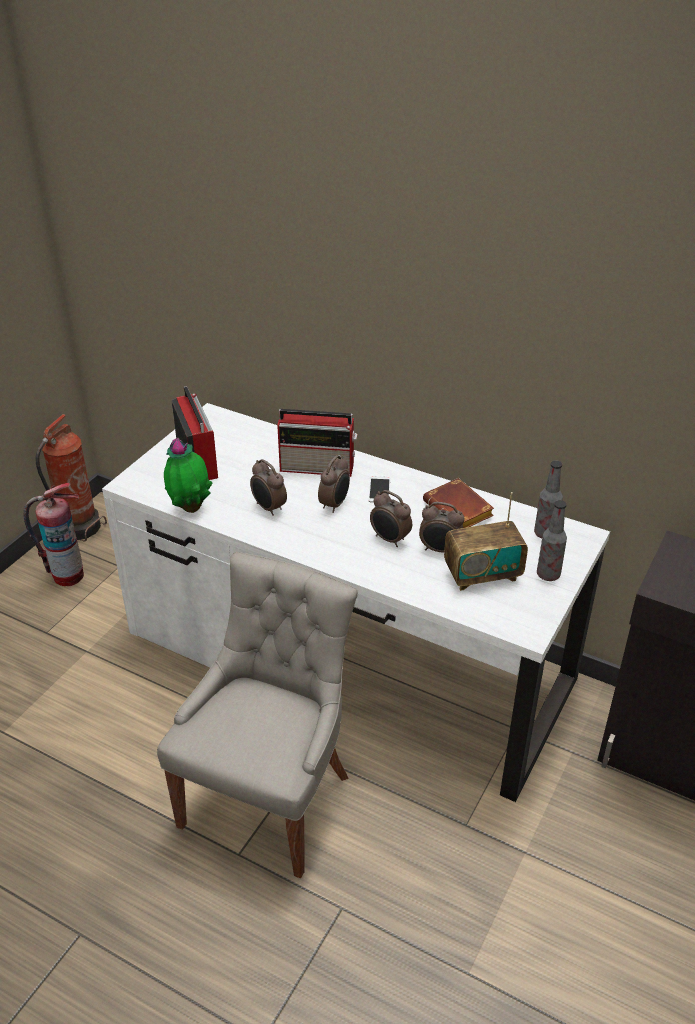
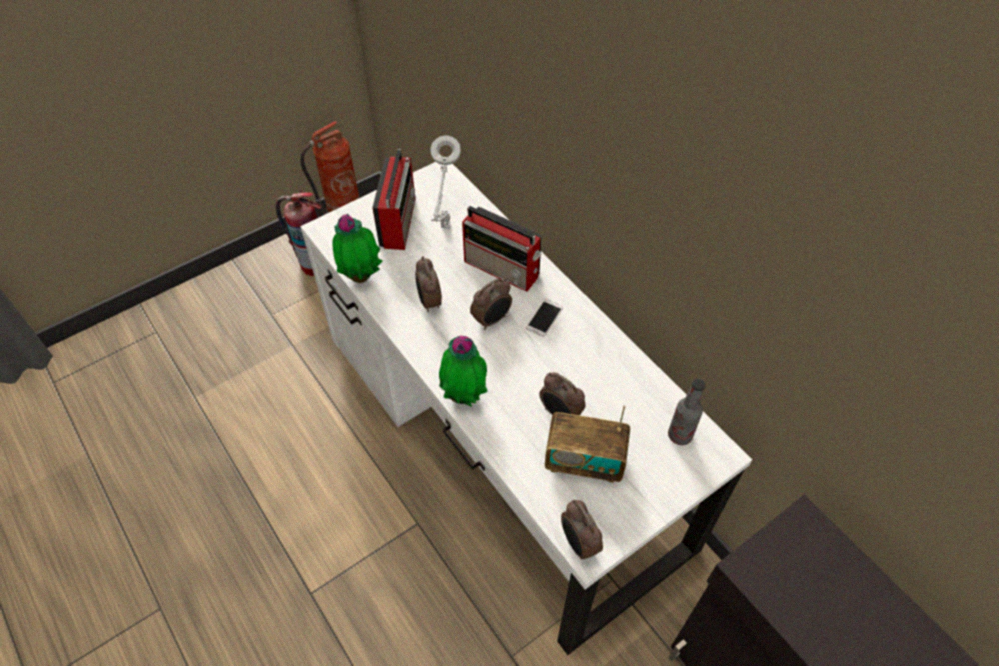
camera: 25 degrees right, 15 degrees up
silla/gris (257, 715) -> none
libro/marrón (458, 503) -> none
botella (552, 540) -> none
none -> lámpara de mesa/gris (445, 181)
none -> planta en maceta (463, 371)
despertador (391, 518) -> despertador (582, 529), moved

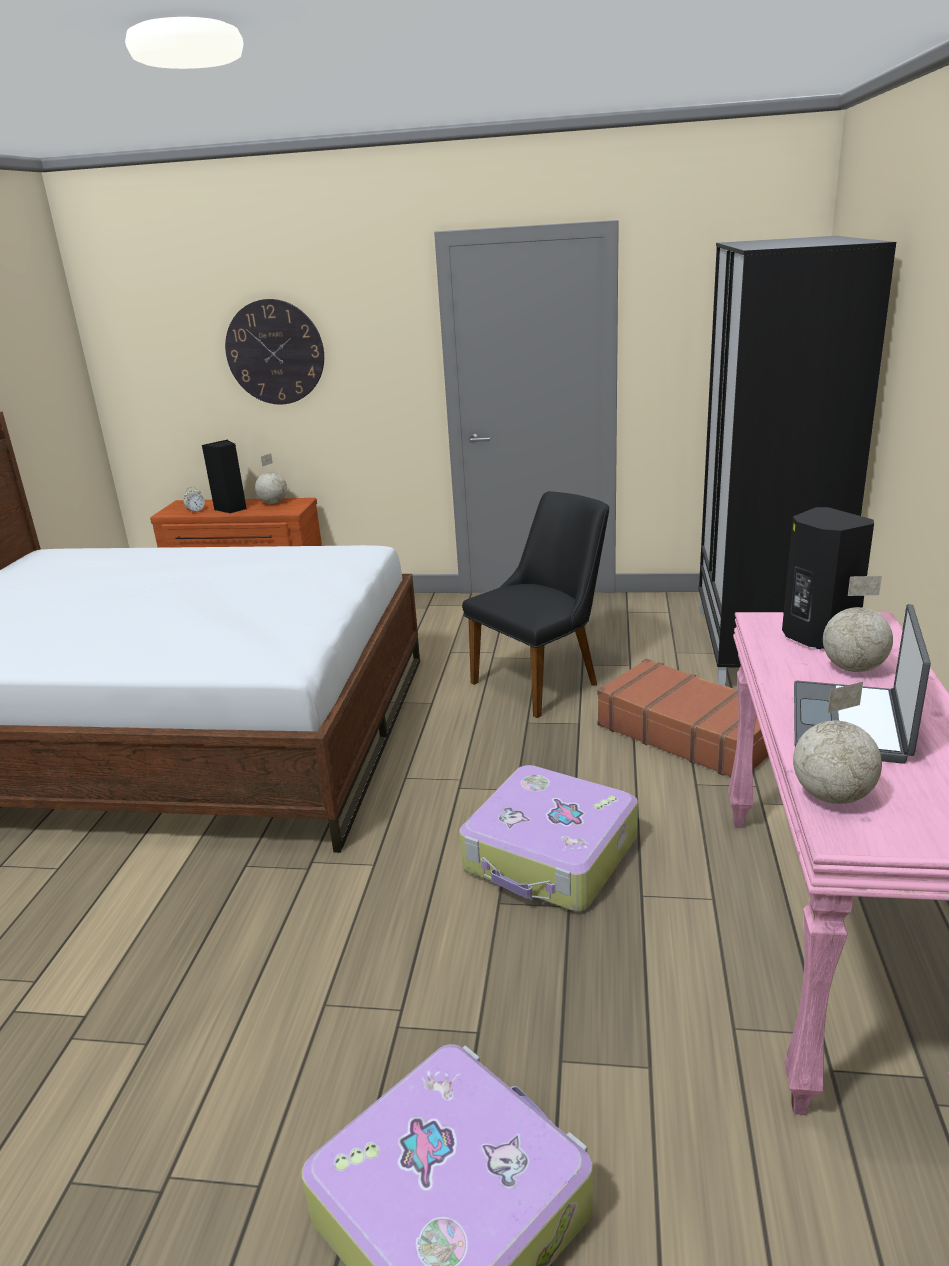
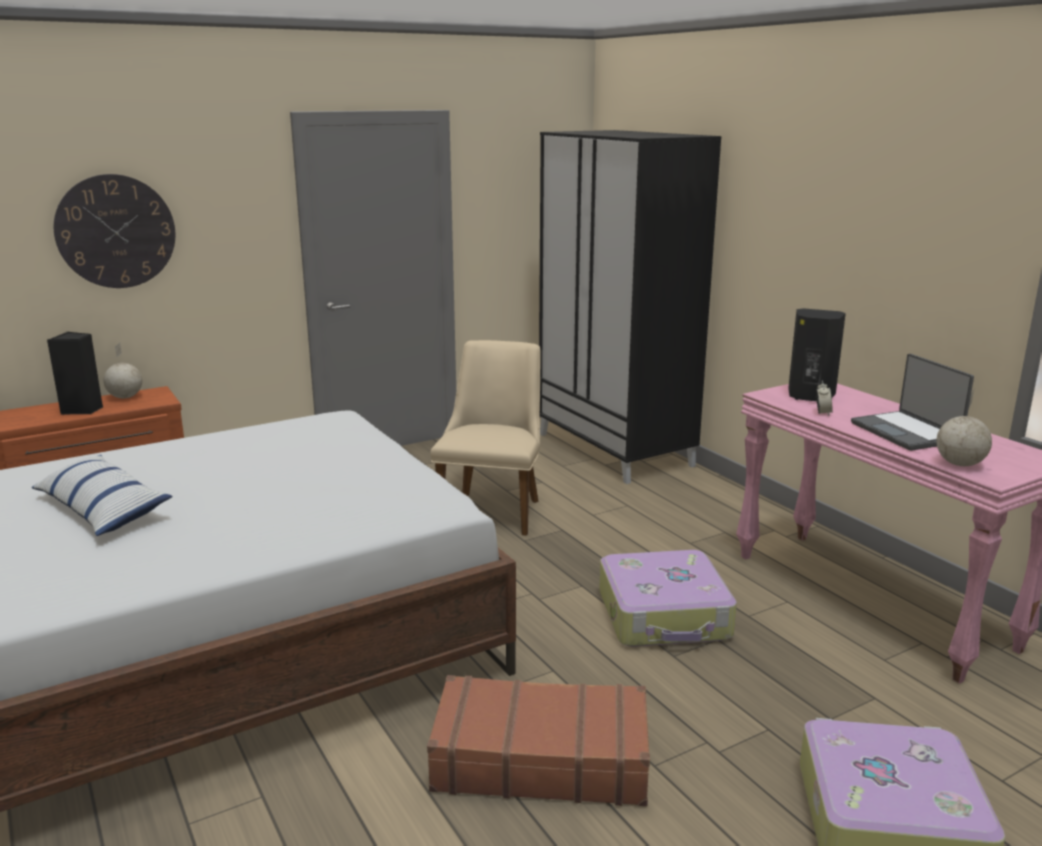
camera: 40 degrees left, 5 degrees down
globo terráqueo (858, 624) -> none
none -> cojín (102, 495)
despertador (194, 500) -> despertador (824, 398), moved
maleta/marrón (682, 718) -> maleta/marrón (538, 740), moved
silla/negro (535, 604) -> silla/beis (485, 438)

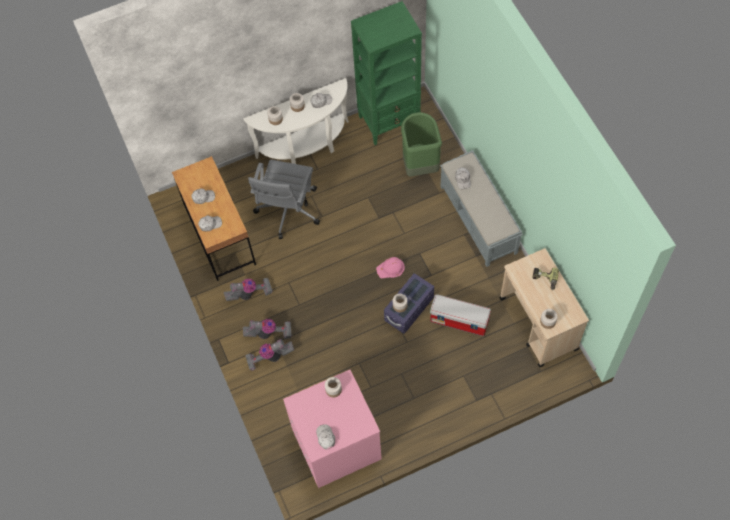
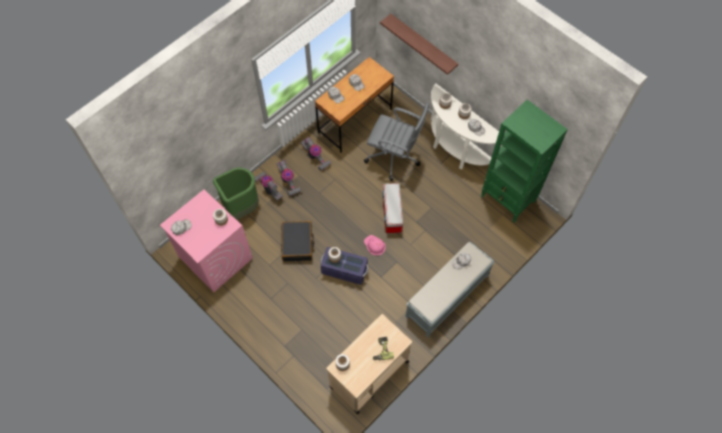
camera: 65 degrees right, 0 degrees up
none -> maleta/negro (297, 241)
none -> estante (419, 44)
papelera/verde (421, 144) -> papelera/verde (236, 193), moved
caja de almacenaje (460, 315) -> caja de almacenaje (393, 208), moved
silla de oficina/gris (284, 199) -> silla de oficina/gris (396, 142), 150 degrees counterclockwise

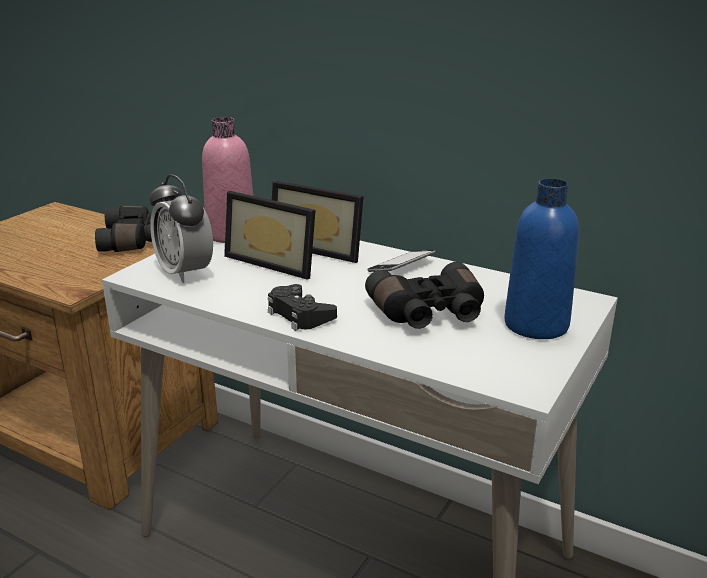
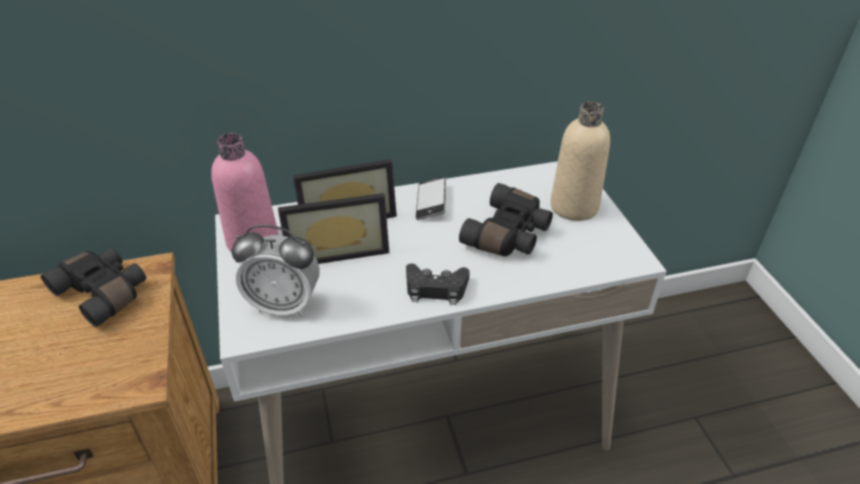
camera: 45 degrees left, 15 degrees up
botella/azul (541, 258) -> botella/beis (580, 161)

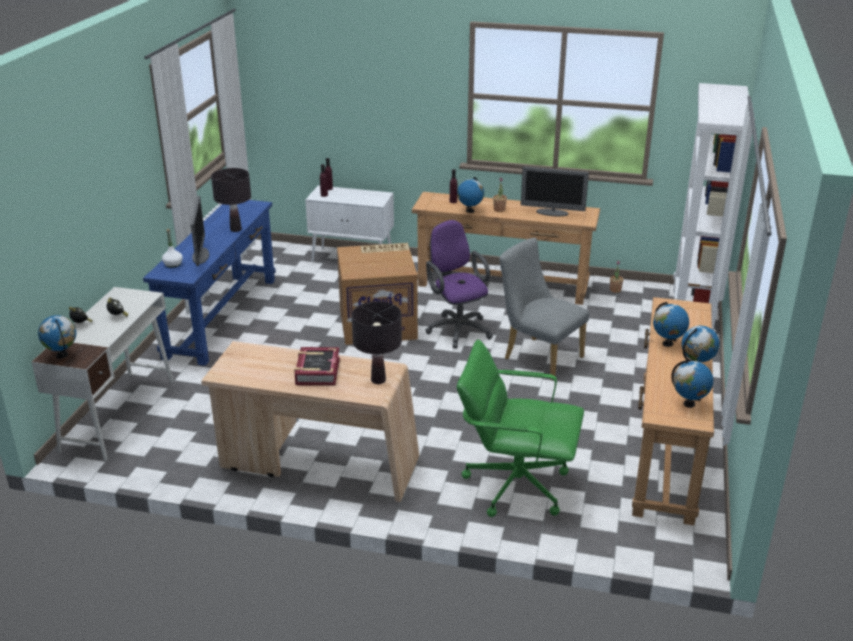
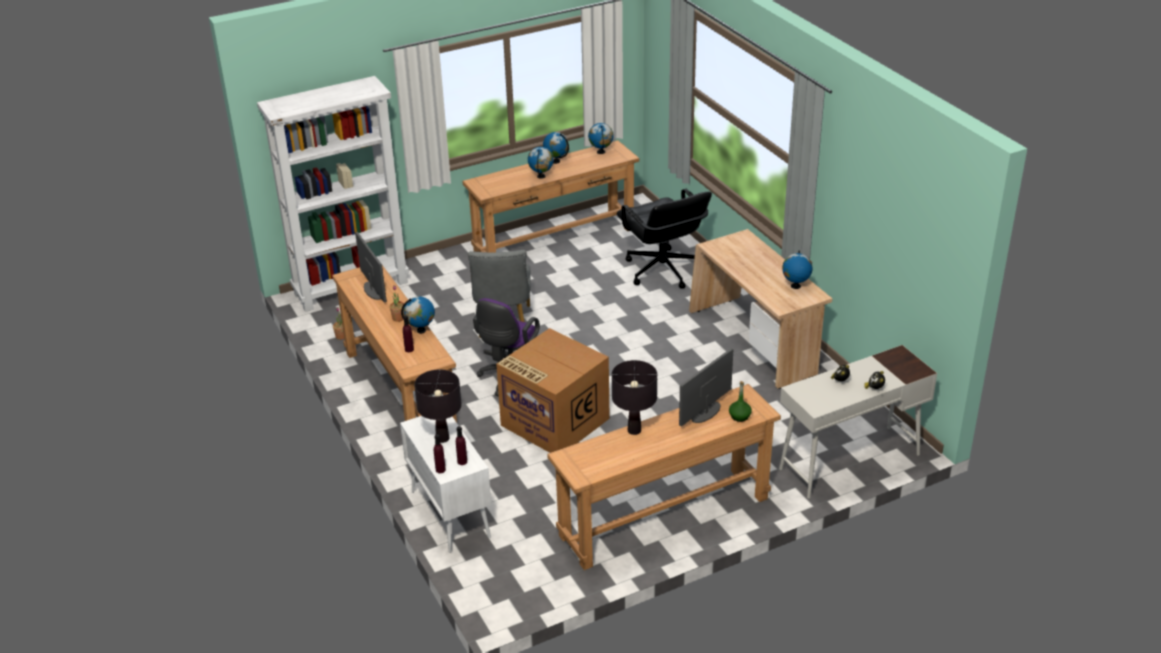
camera: 130 degrees left, 5 degrees up
libro (317, 366) -> none
globo terráqueo (57, 337) -> globo terráqueo (797, 270), moved
lámpara de mesa/negro (377, 343) -> lámpara de mesa/negro (438, 406), moved
mesa consola/azul (209, 283) -> mesa consola/marrón (664, 477)
botella/blanco (172, 248) -> botella/verde (740, 401)
silla de oficina/verde (520, 428) -> silla de oficina/negro (664, 239)

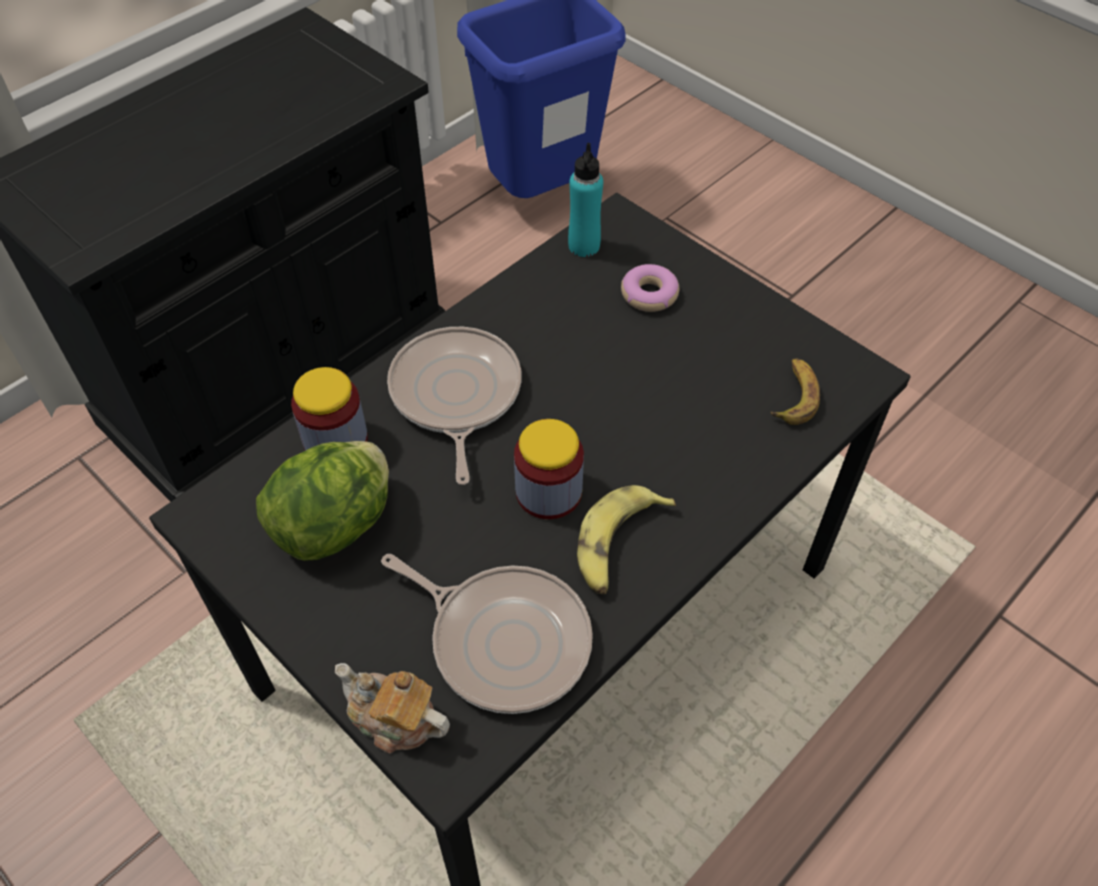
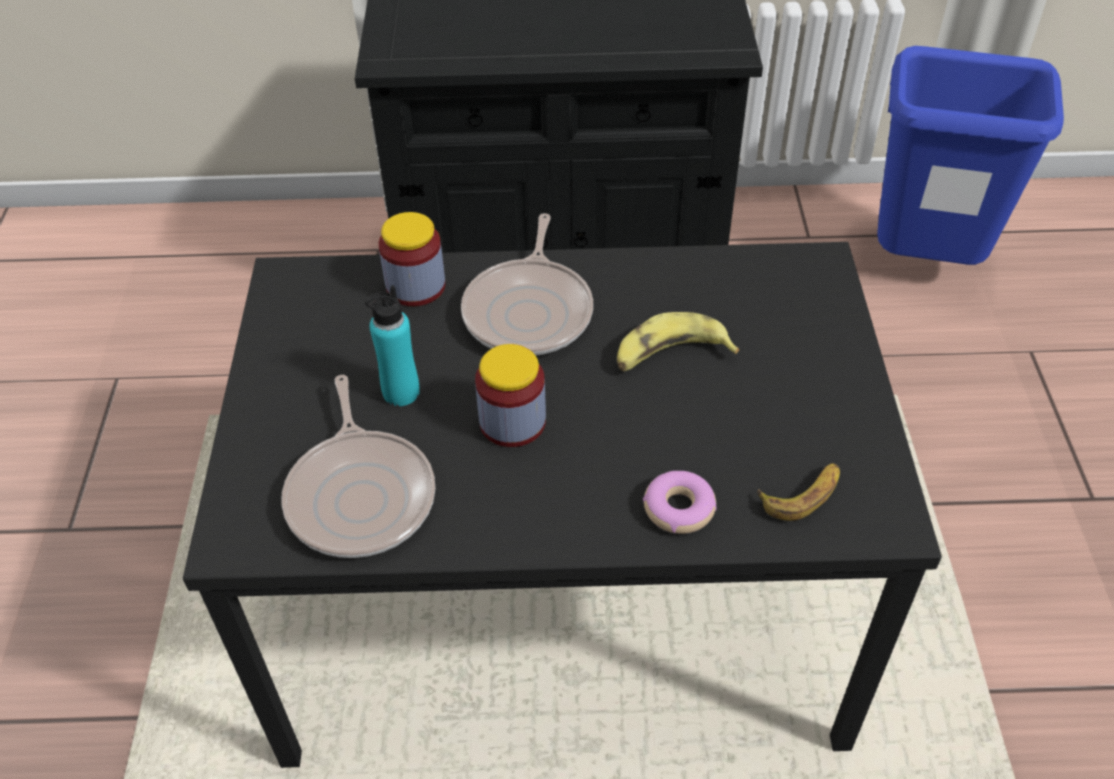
camera: 45 degrees right, 5 degrees down
lechuga (322, 501) -> none
tetera (392, 708) -> none
botella/turquesa (585, 200) -> botella/turquesa (392, 345), moved
plátano (626, 539) -> plátano (678, 342), moved
rosquilla (650, 288) -> rosquilla (680, 502), moved
sartén (454, 406) -> sartén (527, 284), 150 degrees clockwise

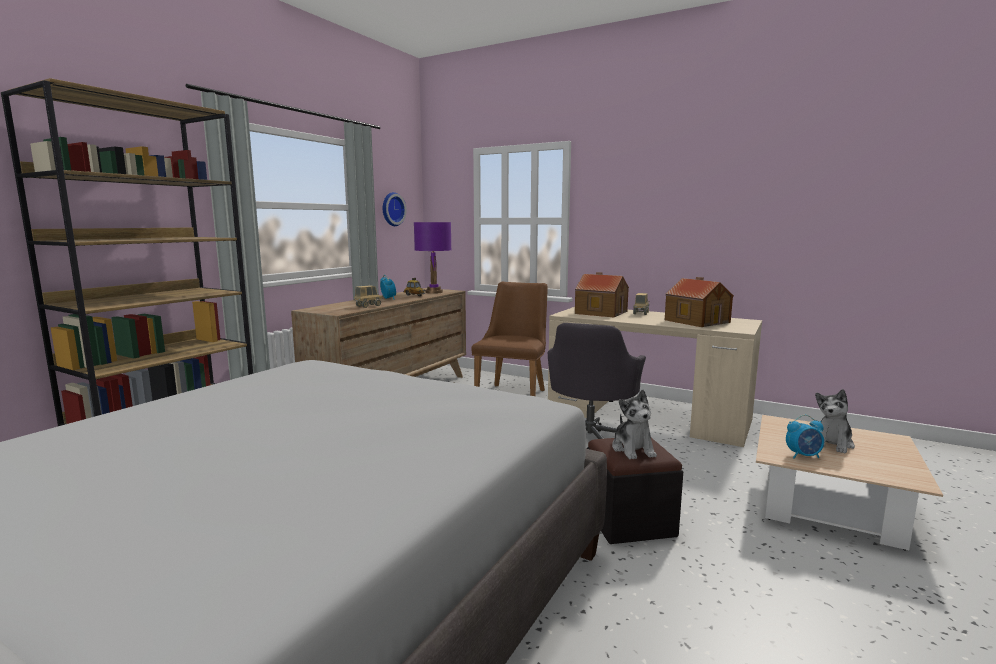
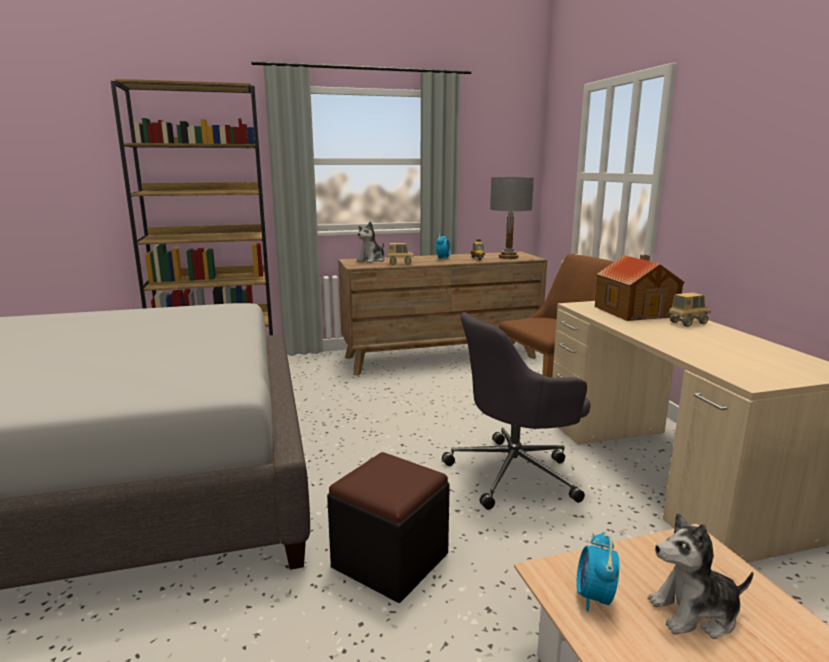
camera: 45 degrees right, 5 degrees up
reloj de pared (394, 209) -> none
casita (699, 302) -> none
peluche (634, 424) -> peluche (371, 242), moved
lámpara de mesa/morado (432, 258) -> lámpara de mesa/gris (512, 218)
despertador (805, 436) -> despertador (597, 572), 60 degrees clockwise

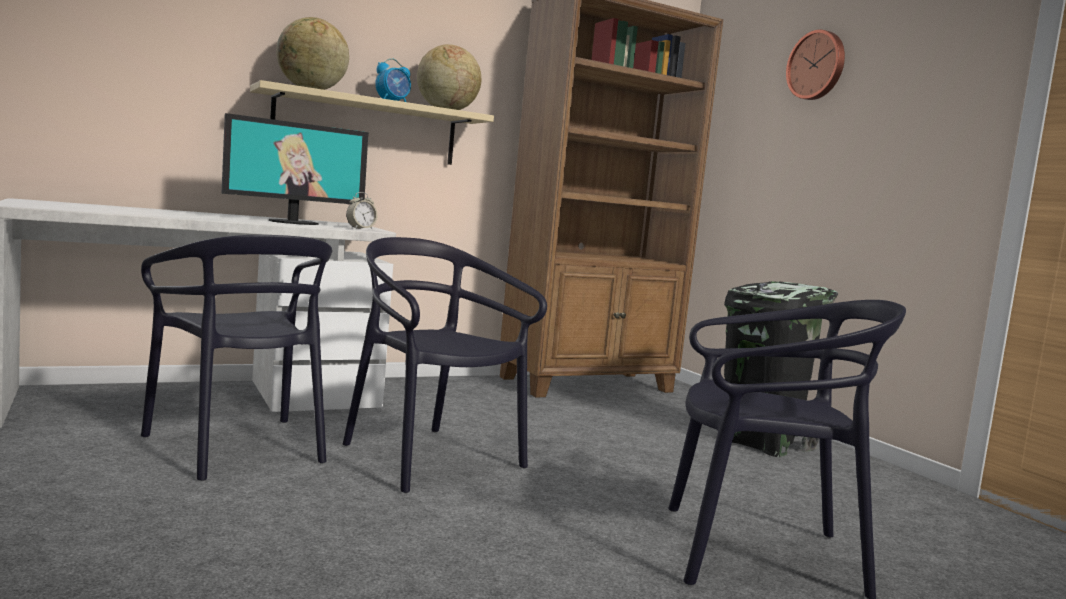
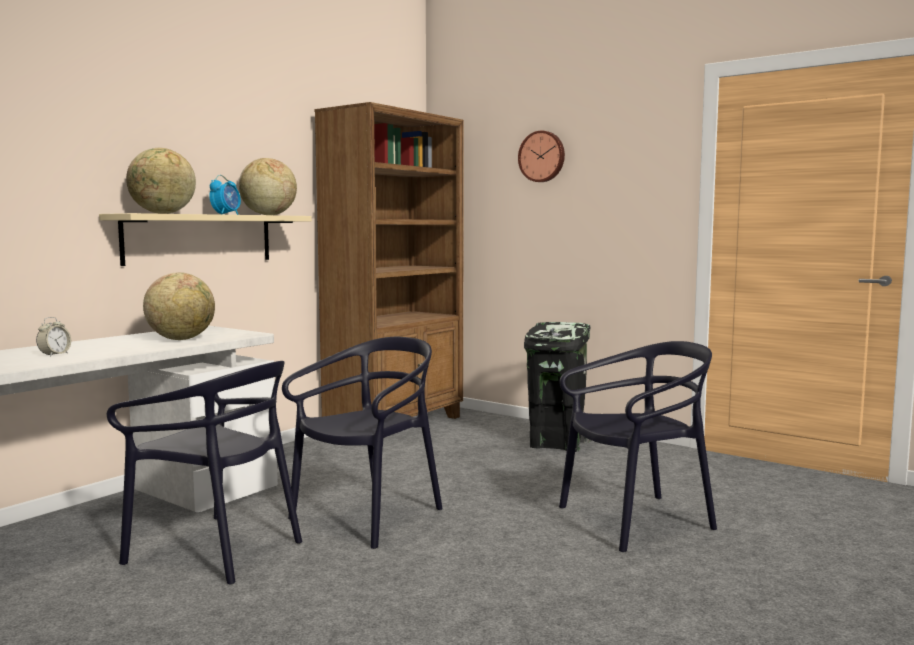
camera: 25 degrees left, 0 degrees up
despertador (361, 211) -> despertador (53, 337), moved
monitor (294, 169) -> globo terráqueo (179, 306)
silla/negro (445, 365) -> silla/negro (362, 443), 105 degrees clockwise

